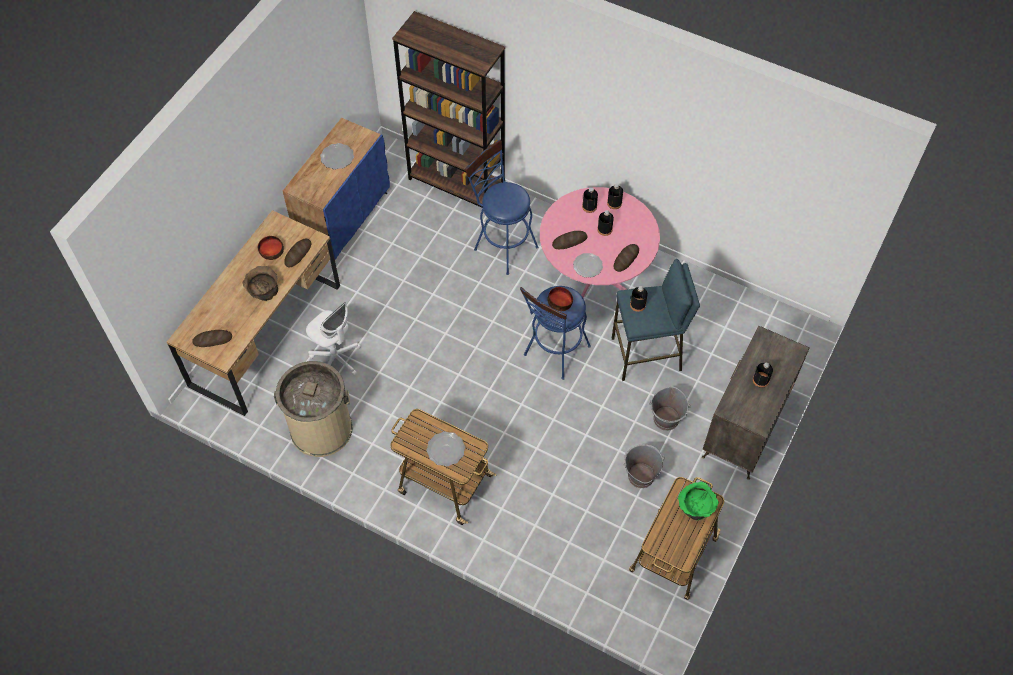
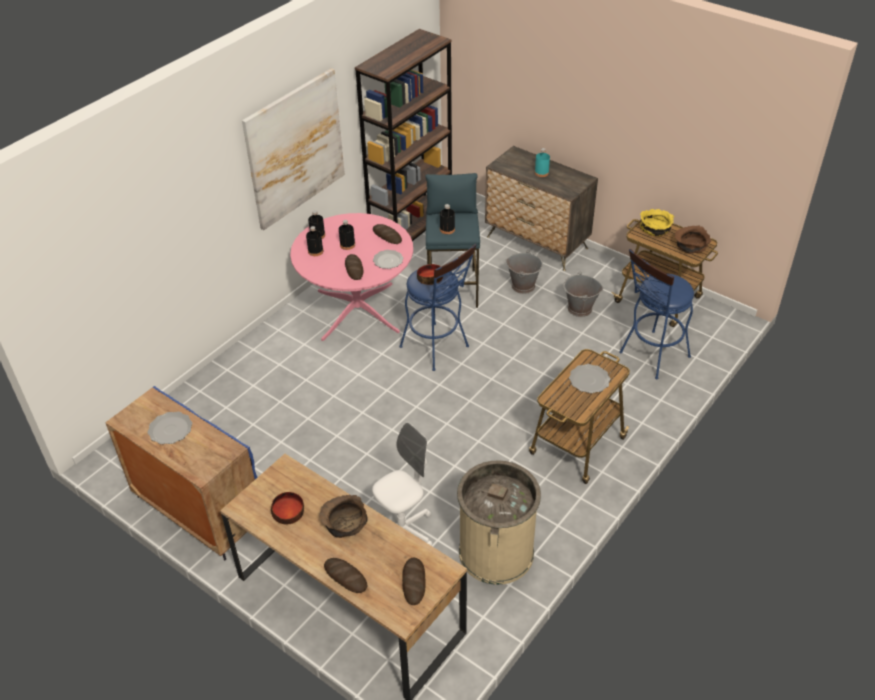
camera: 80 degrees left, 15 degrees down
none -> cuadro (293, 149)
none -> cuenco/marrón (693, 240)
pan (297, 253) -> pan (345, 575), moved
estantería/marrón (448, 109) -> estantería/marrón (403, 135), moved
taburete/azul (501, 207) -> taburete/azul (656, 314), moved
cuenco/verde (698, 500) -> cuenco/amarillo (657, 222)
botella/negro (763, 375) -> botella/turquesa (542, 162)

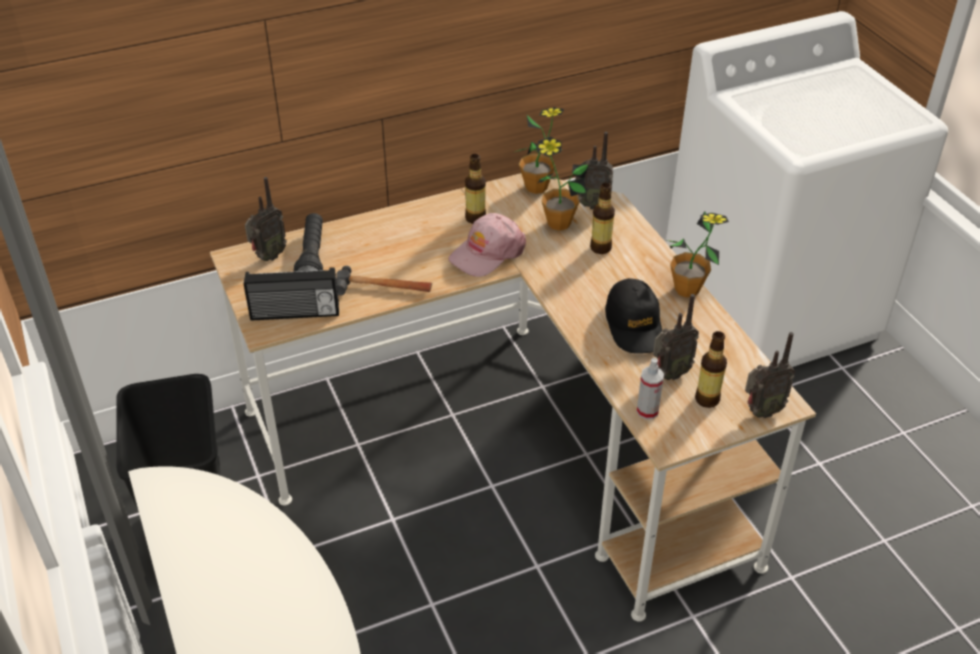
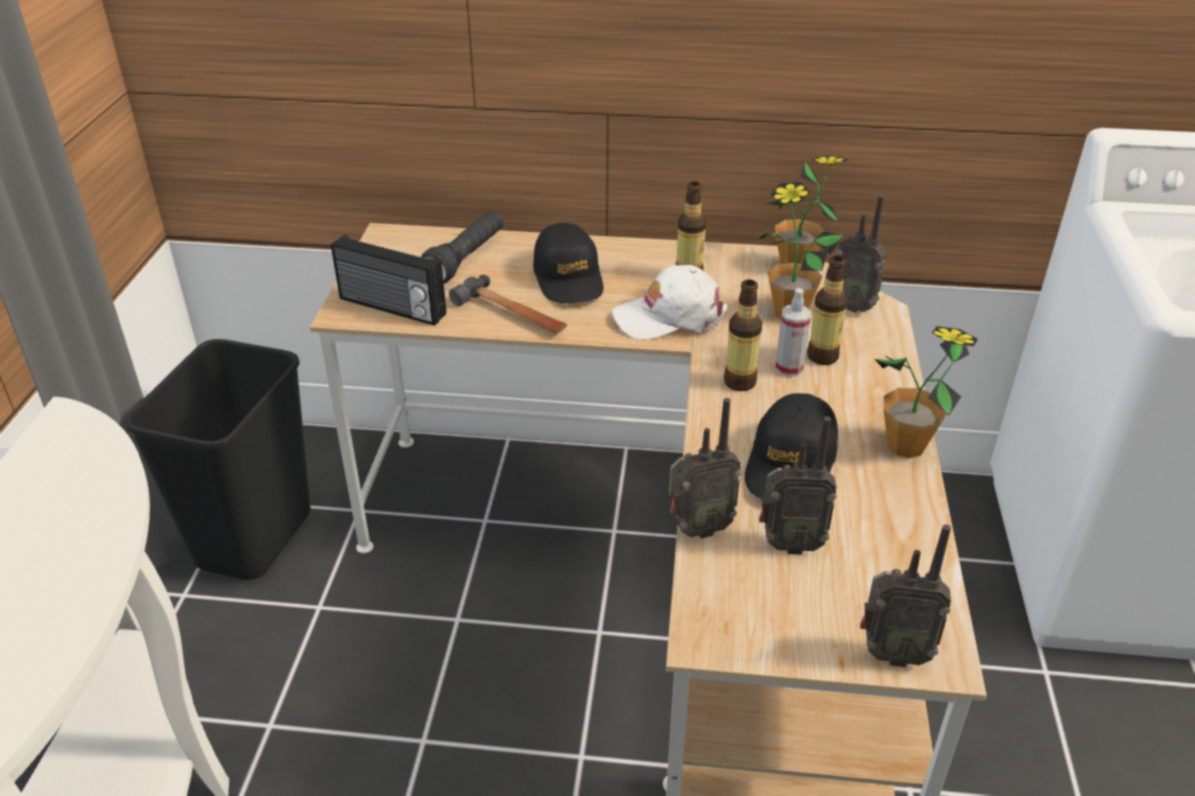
camera: 30 degrees right, 5 degrees down
none -> gorra/negro (568, 263)
radio (266, 219) -> radio (705, 468), moved
pulverizador (650, 389) -> pulverizador (793, 332), moved
botella (711, 369) -> botella (743, 335), moved
gorra/rosa (487, 245) -> gorra/blanco (670, 302)

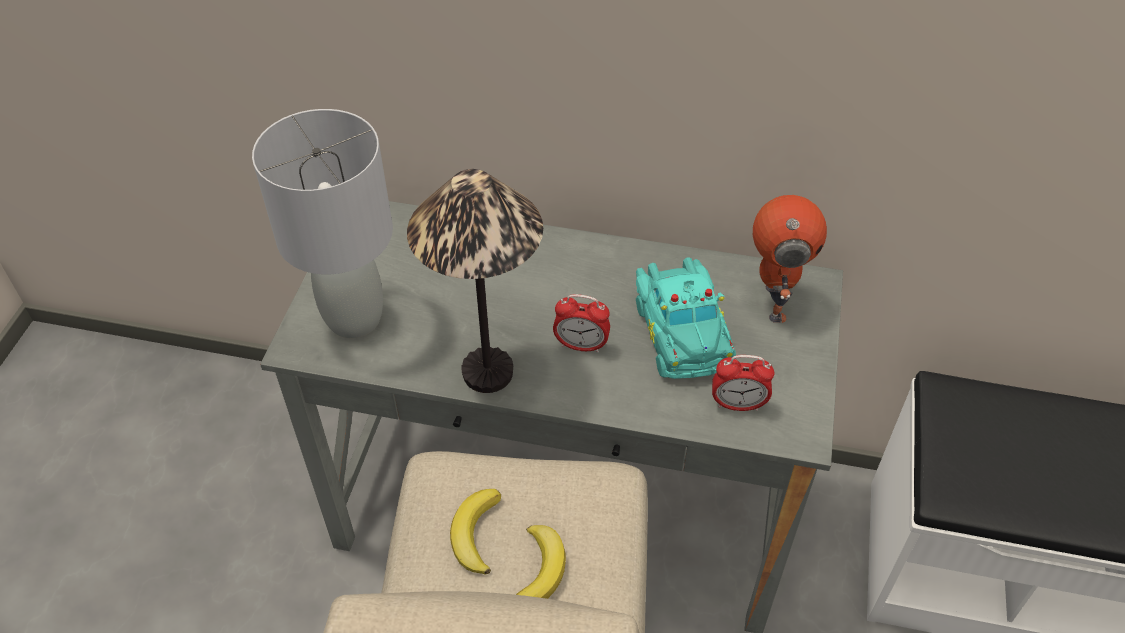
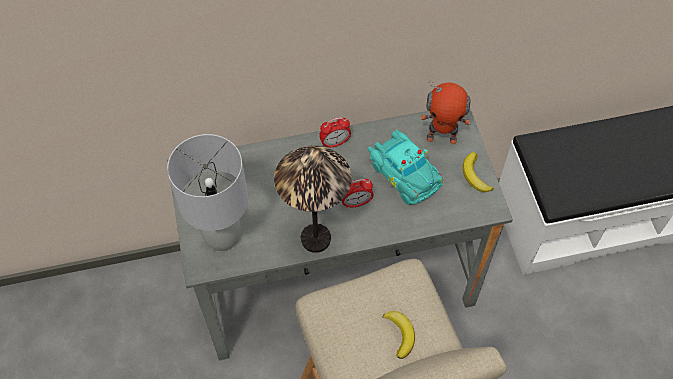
camera: 25 degrees left, 10 degrees up
plátano (475, 532) -> plátano (478, 172), moved
despertador (743, 383) -> despertador (335, 132), moved
robot de juguete (790, 259) -> robot de juguete (445, 112), 120 degrees clockwise

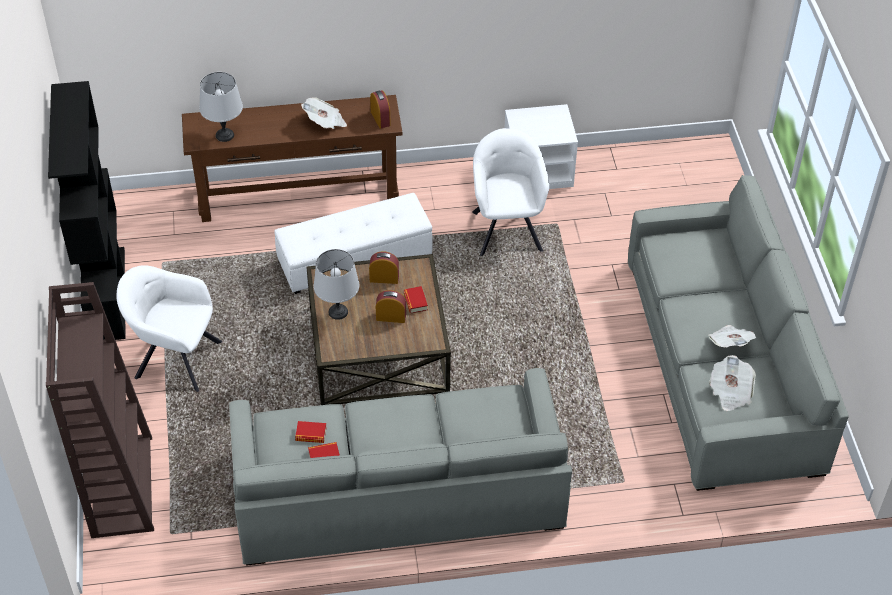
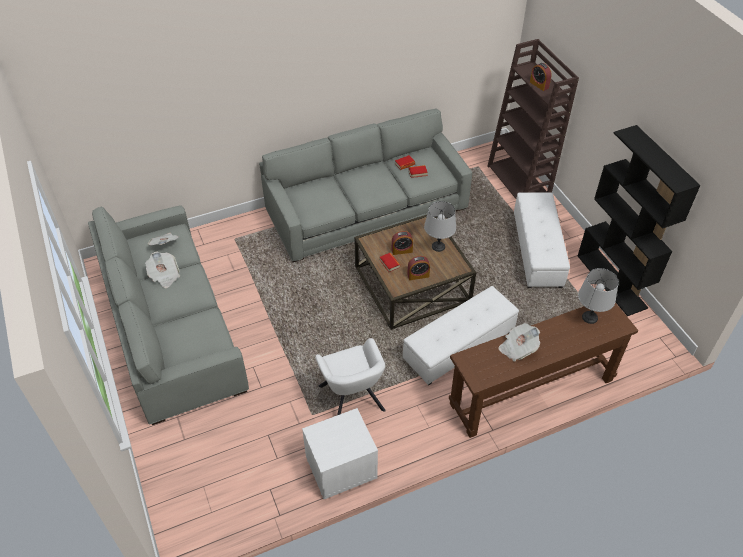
camera: 165 degrees right, 0 degrees up
despertador (380, 109) -> despertador (541, 77), moved
sillón/blanco (169, 328) -> puf/blanco (542, 240)

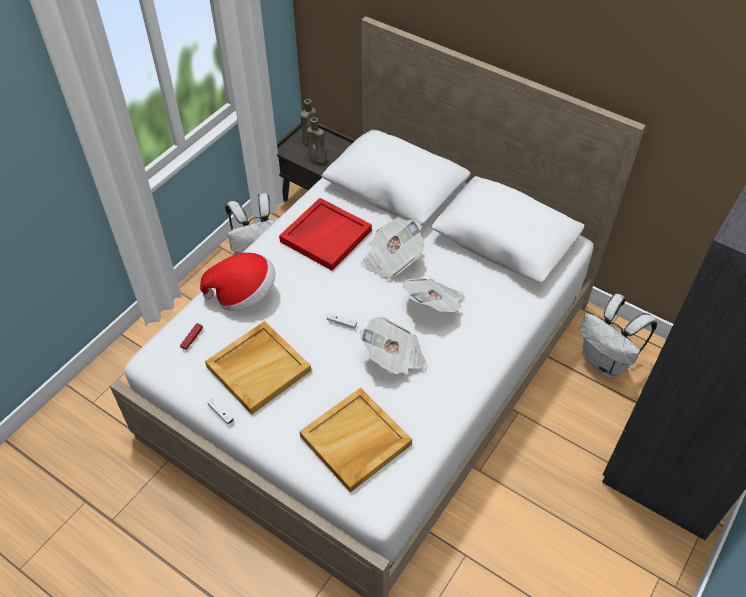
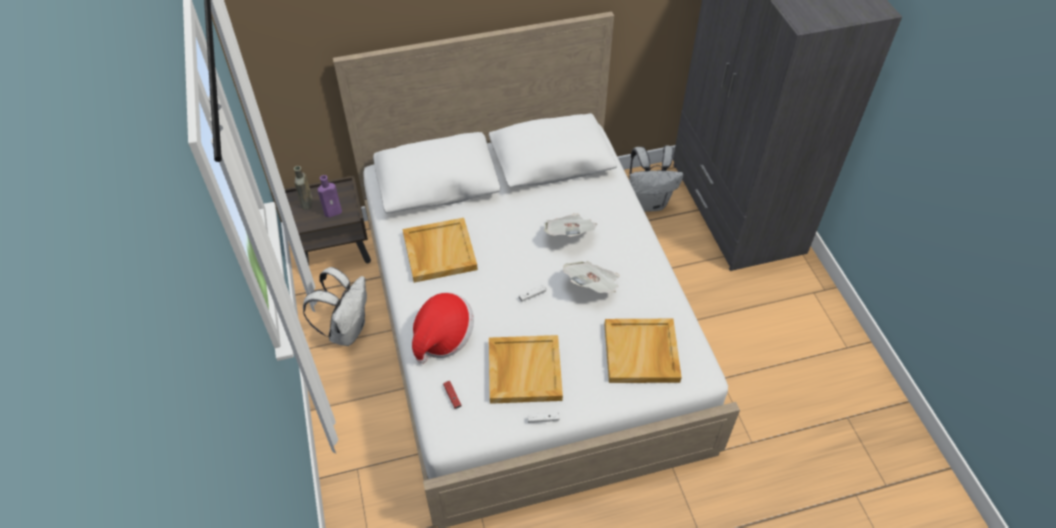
camera: 50 degrees left, 0 degrees up
periódico (392, 249) -> none
bandeja/rojo (325, 234) -> bandeja/beis (440, 250)
botella/marrón (316, 140) -> botella/morado (329, 196)

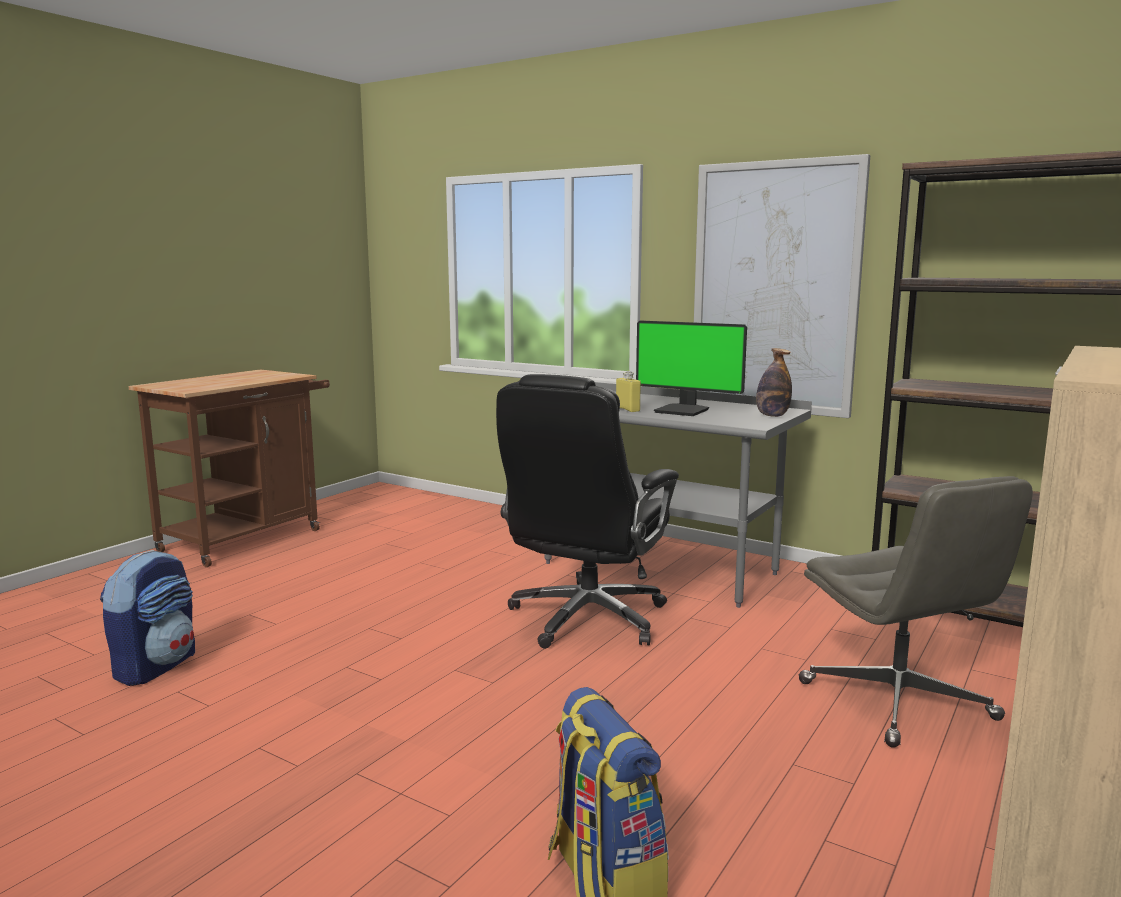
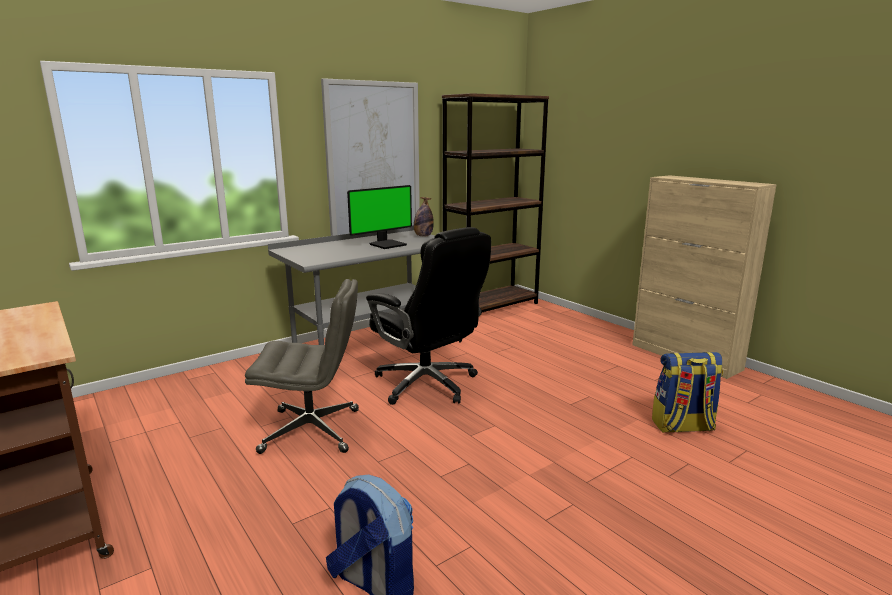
camera: 70 degrees left, 5 degrees up
botella/amarillo (628, 391) -> none
silla de oficina/gris (916, 612) -> silla de oficina/gris (302, 366), moved

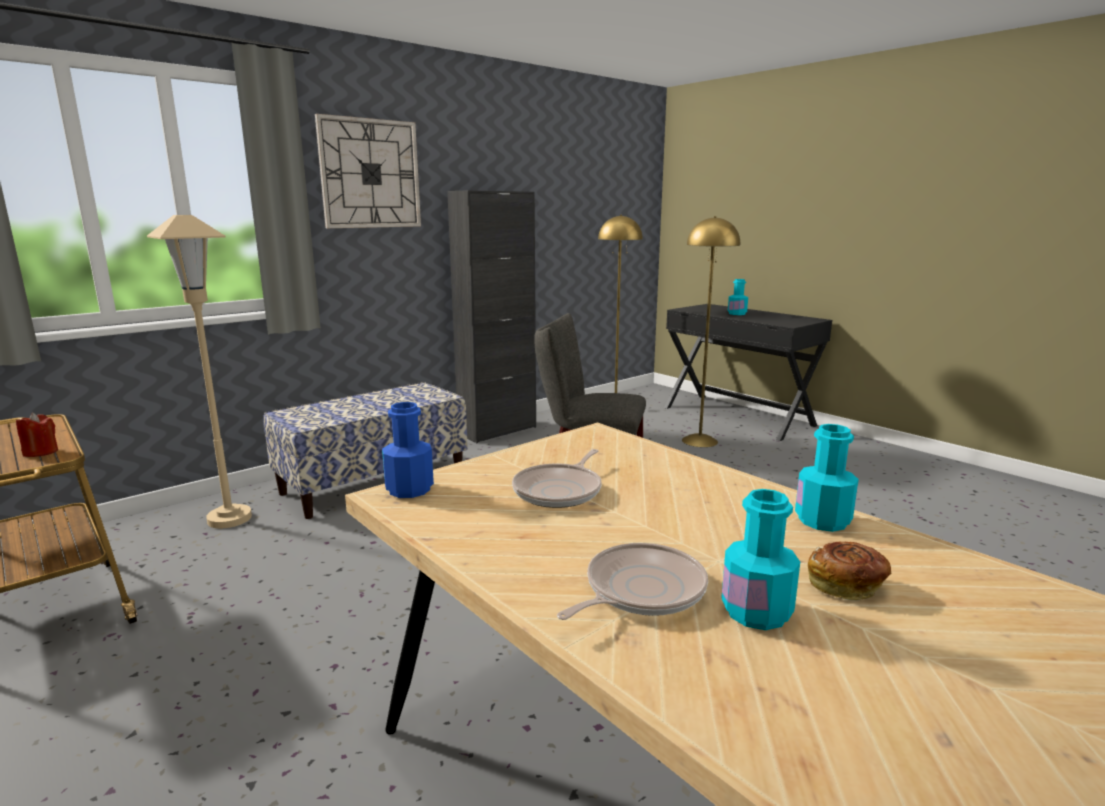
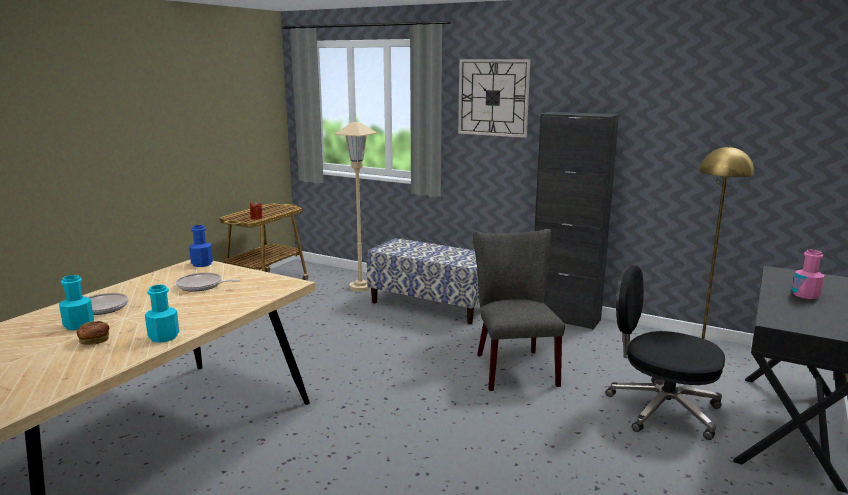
camera: 70 degrees right, 0 degrees up
lámpara de pie/amarillo (711, 331) -> silla de oficina/negro (665, 352)
botella/turquesa (738, 297) -> botella/rosa (808, 274)

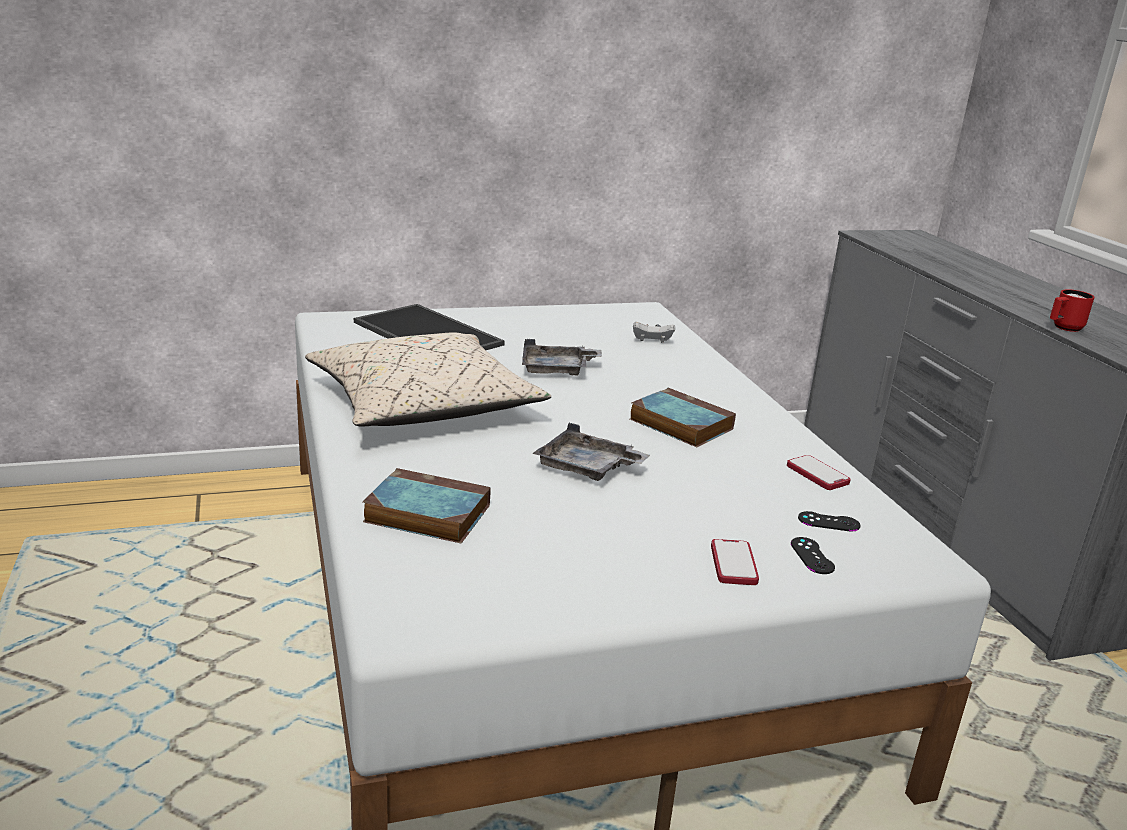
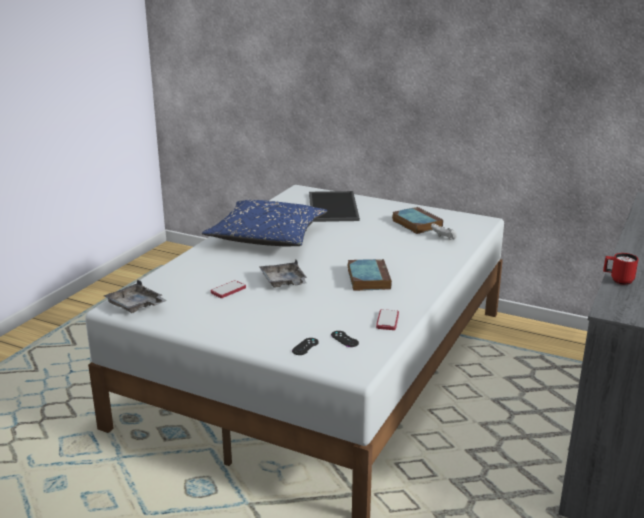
camera: 45 degrees right, 0 degrees up
libro (427, 505) -> libro (417, 220), moved
bandeja/gris (562, 357) -> bandeja/gris (135, 296), moved
móvil (735, 562) -> móvil (228, 289), moved
cojín/beis (428, 379) -> cojín/azul (265, 223)

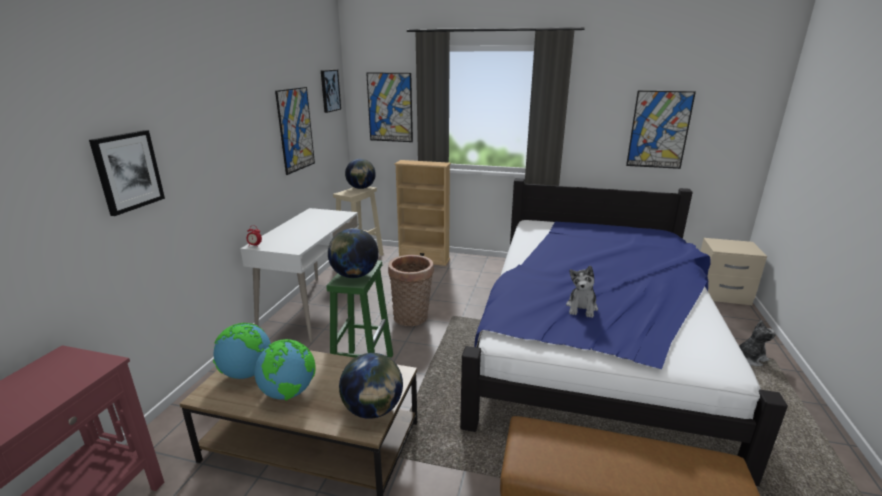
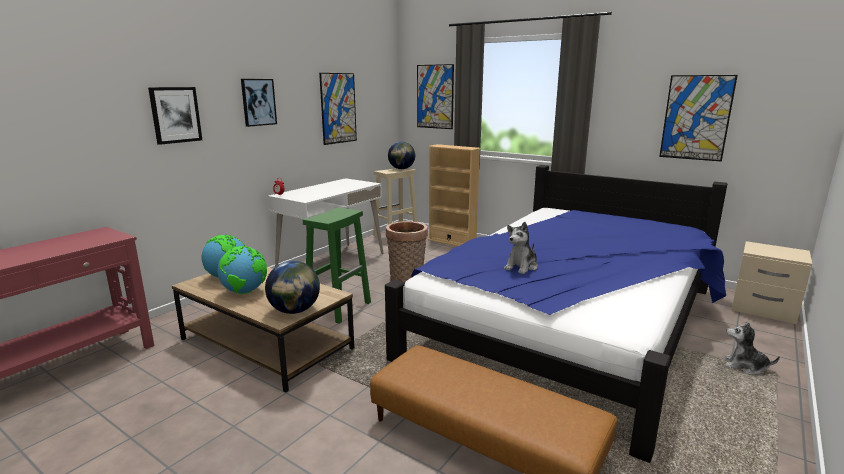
camera: 20 degrees right, 5 degrees down
globo terráqueo (353, 253) -> none
cuadro (331, 91) -> cuadro (259, 103), moved
peluche (757, 343) -> peluche (752, 348), 150 degrees counterclockwise

